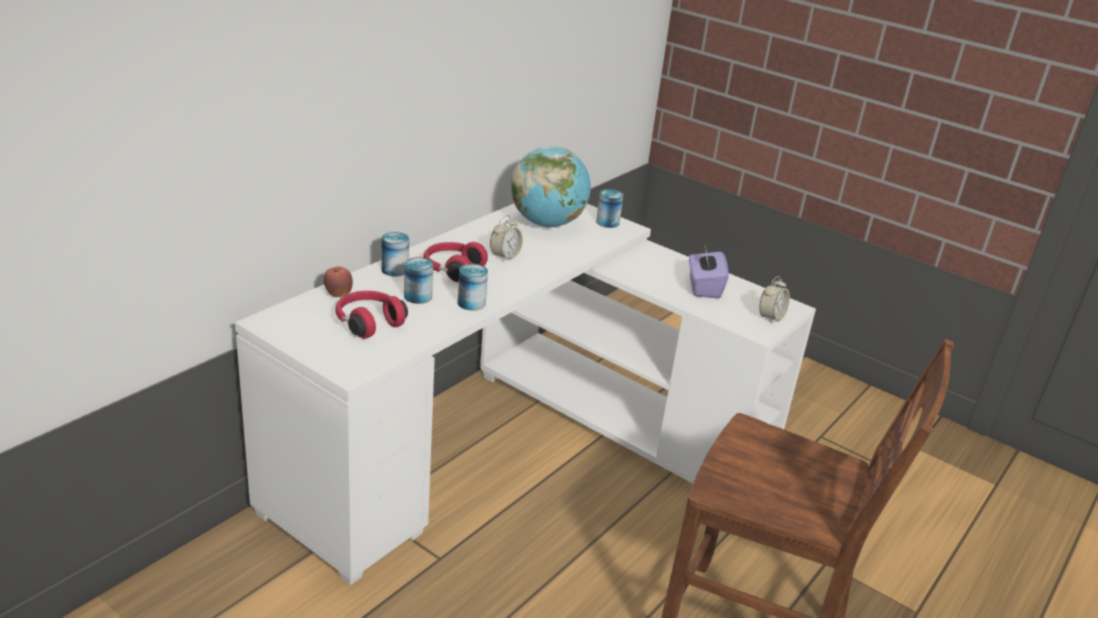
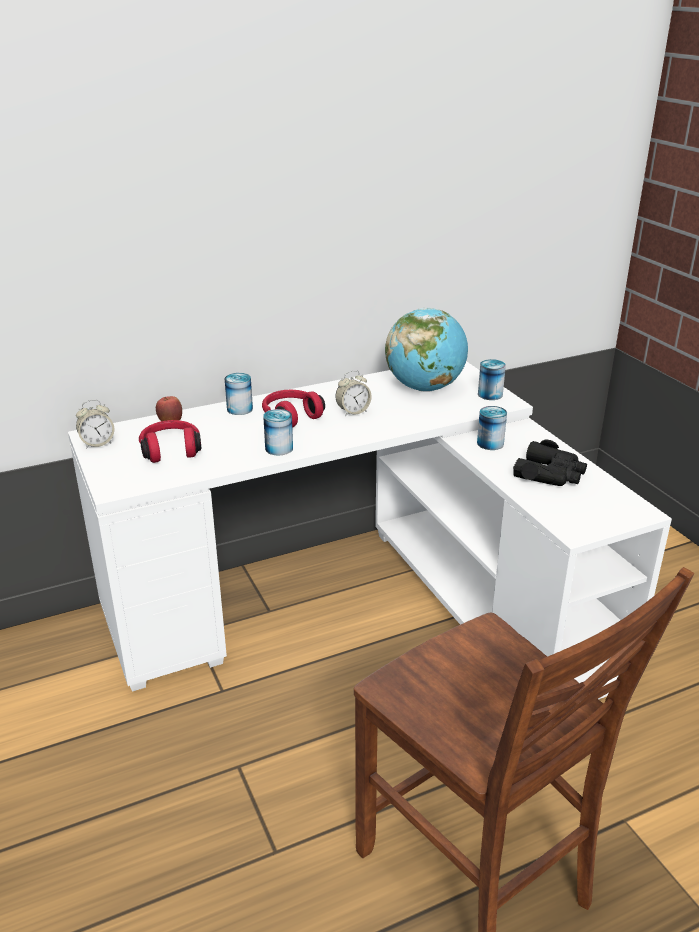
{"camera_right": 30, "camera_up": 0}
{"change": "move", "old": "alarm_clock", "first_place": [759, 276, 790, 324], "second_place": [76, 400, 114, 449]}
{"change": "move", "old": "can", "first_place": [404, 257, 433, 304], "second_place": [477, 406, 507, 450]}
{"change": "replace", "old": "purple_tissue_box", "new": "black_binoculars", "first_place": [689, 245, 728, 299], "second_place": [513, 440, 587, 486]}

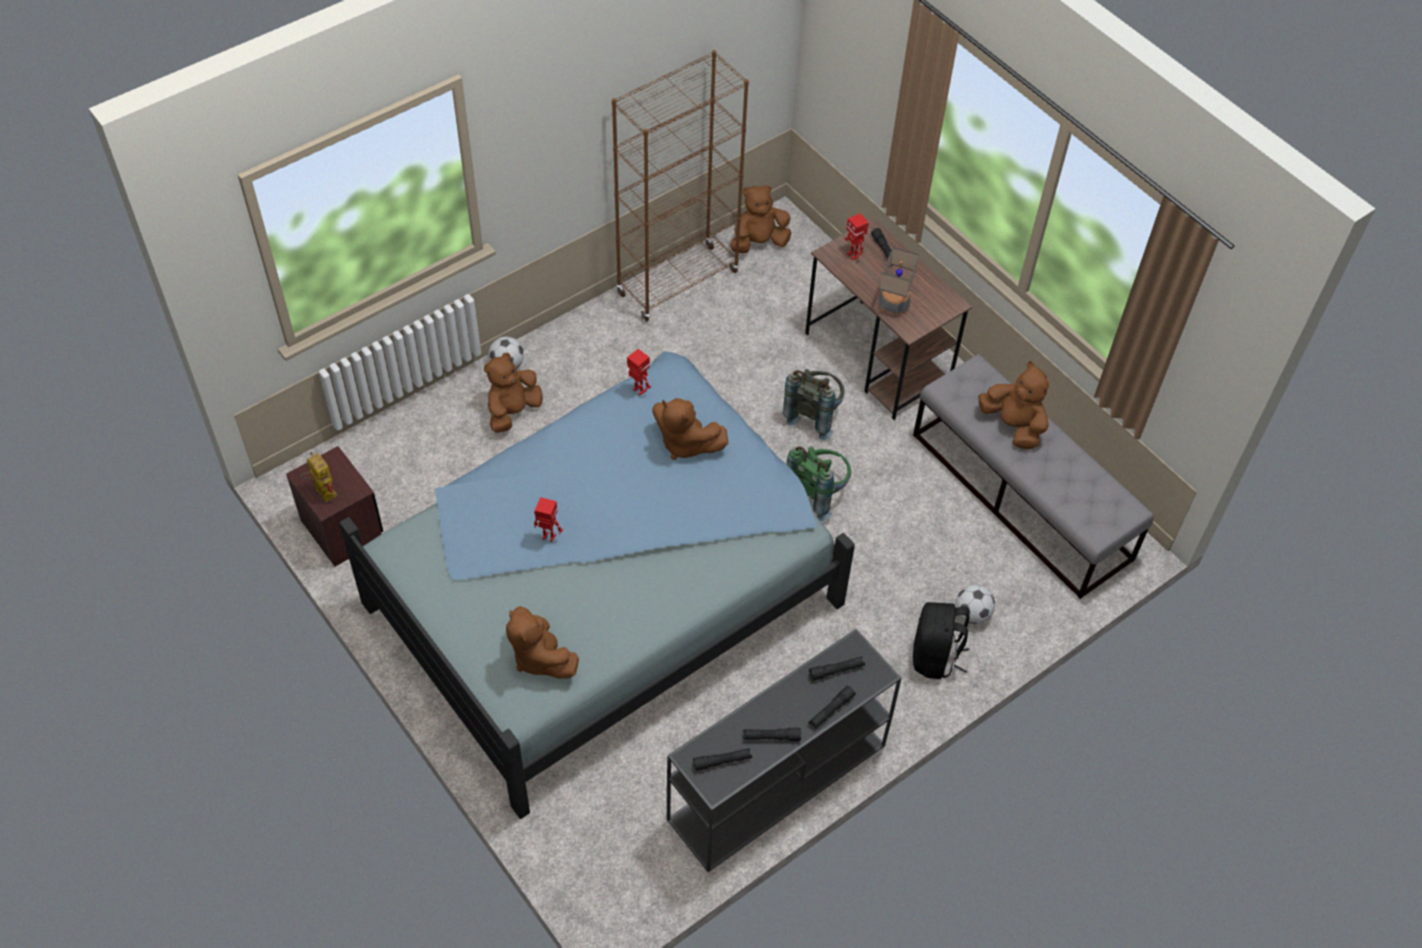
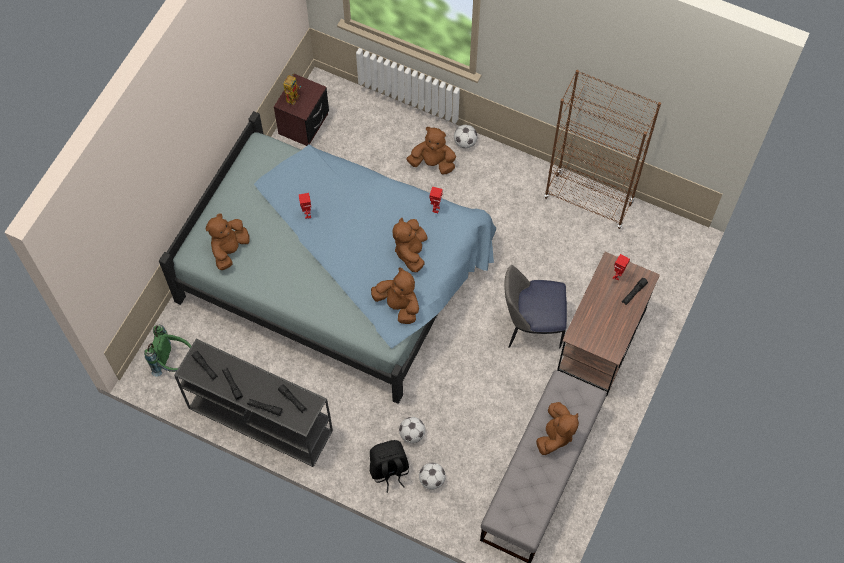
{"camera_right": 65, "camera_up": 10}
{"change": "move", "old": "green_backpack", "first_place": [786, 446, 851, 522], "second_place": [144, 325, 191, 377]}
{"change": "move", "old": "brown_plush_toy", "first_place": [730, 185, 791, 254], "second_place": [371, 267, 419, 324]}
{"change": "insert", "new": "football", "second_place": [399, 417, 425, 443]}
{"change": "replace", "old": "grey_backpack", "new": "chair", "first_place": [783, 369, 845, 440], "second_place": [504, 265, 567, 348]}
{"change": "delete", "old": "table_lamp", "first_place": [878, 247, 919, 315]}

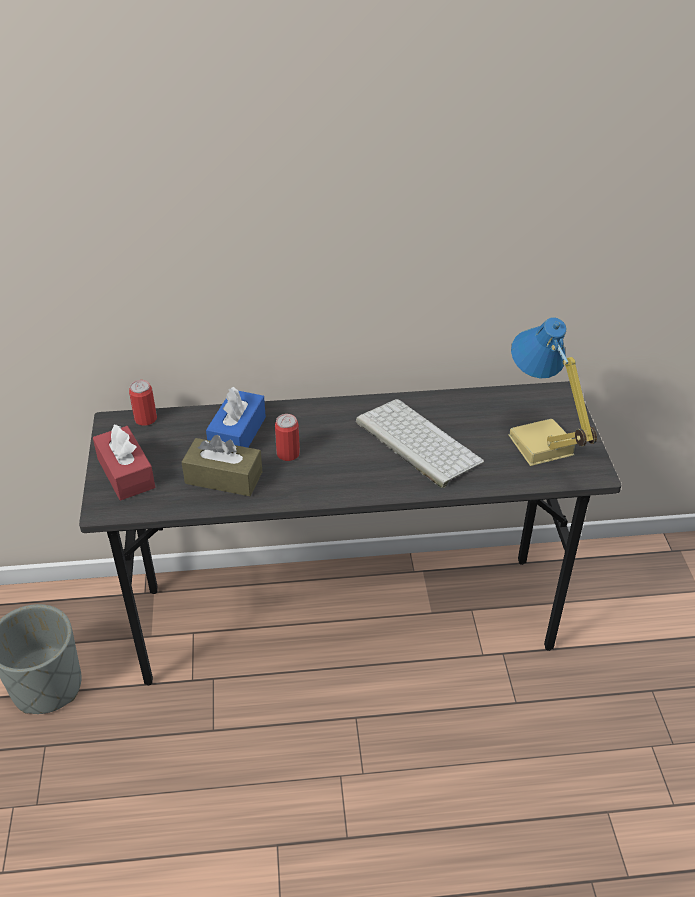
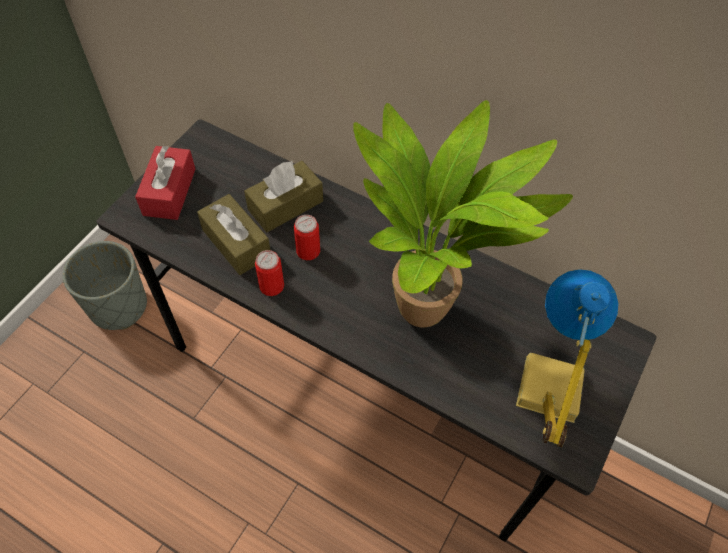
{"camera_right": 35, "camera_up": 15}
{"change": "recolor", "old": "blue_tissue_box", "new": "brown_tissue_box", "first_place": [206, 387, 266, 448], "second_place": [244, 161, 323, 232]}
{"change": "move", "old": "can", "first_place": [129, 380, 157, 426], "second_place": [255, 250, 284, 296]}
{"change": "replace", "old": "keyboard", "new": "potted_plant", "first_place": [356, 399, 484, 488], "second_place": [353, 100, 573, 328]}

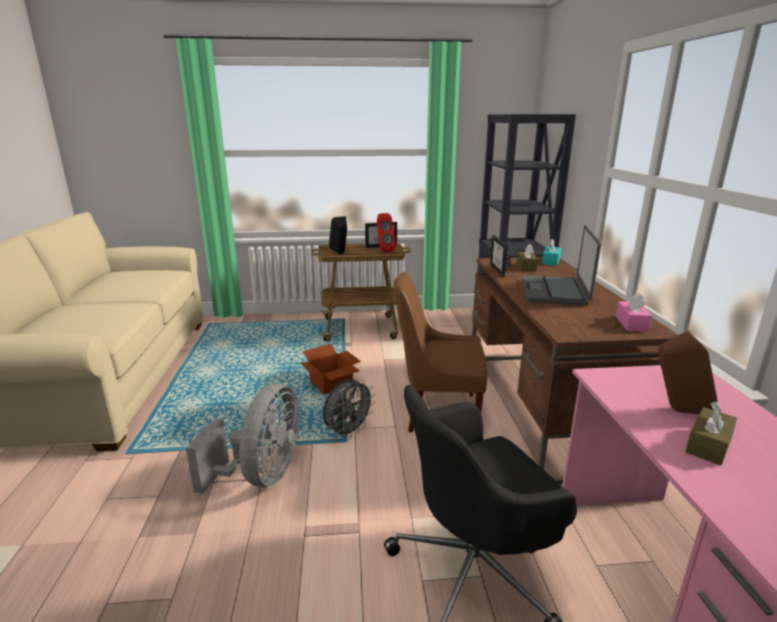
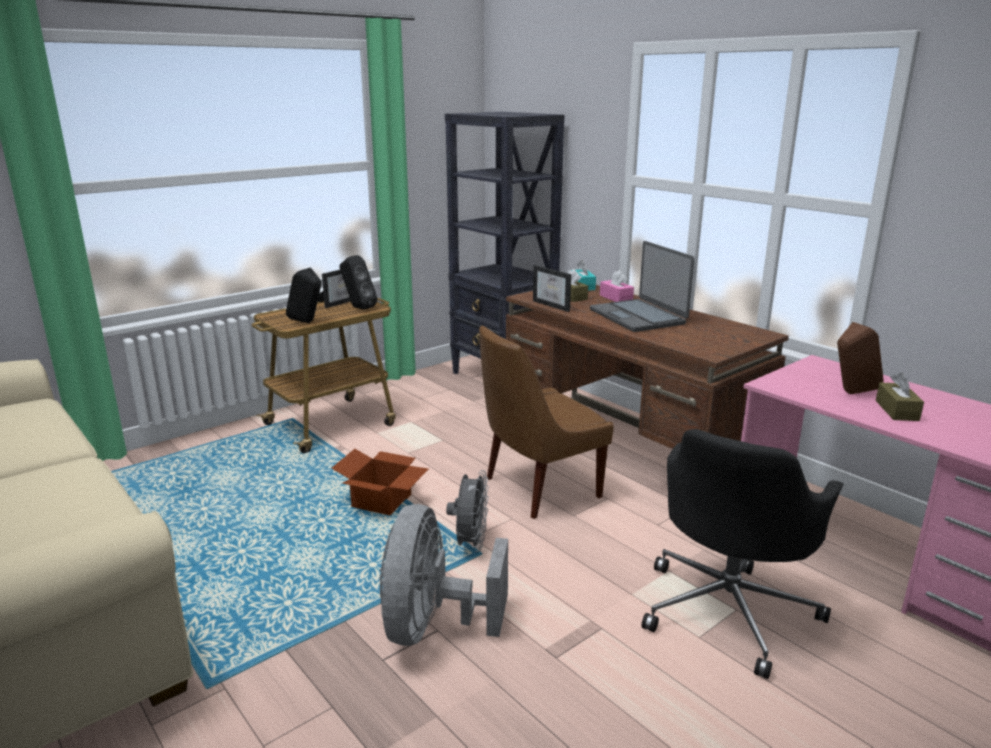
{"camera_right": -35, "camera_up": 0}
{"change": "recolor", "old": "red_speaker", "new": "black_speaker", "first_place": [377, 213, 396, 252], "second_place": [340, 255, 377, 309]}
{"change": "rotate", "old": "grey_fan", "first_place": [186, 384, 299, 494], "second_place": [379, 504, 508, 646], "degrees": -150}
{"change": "move", "old": "pink_tissue_box", "first_place": [616, 293, 652, 332], "second_place": [600, 270, 634, 302]}

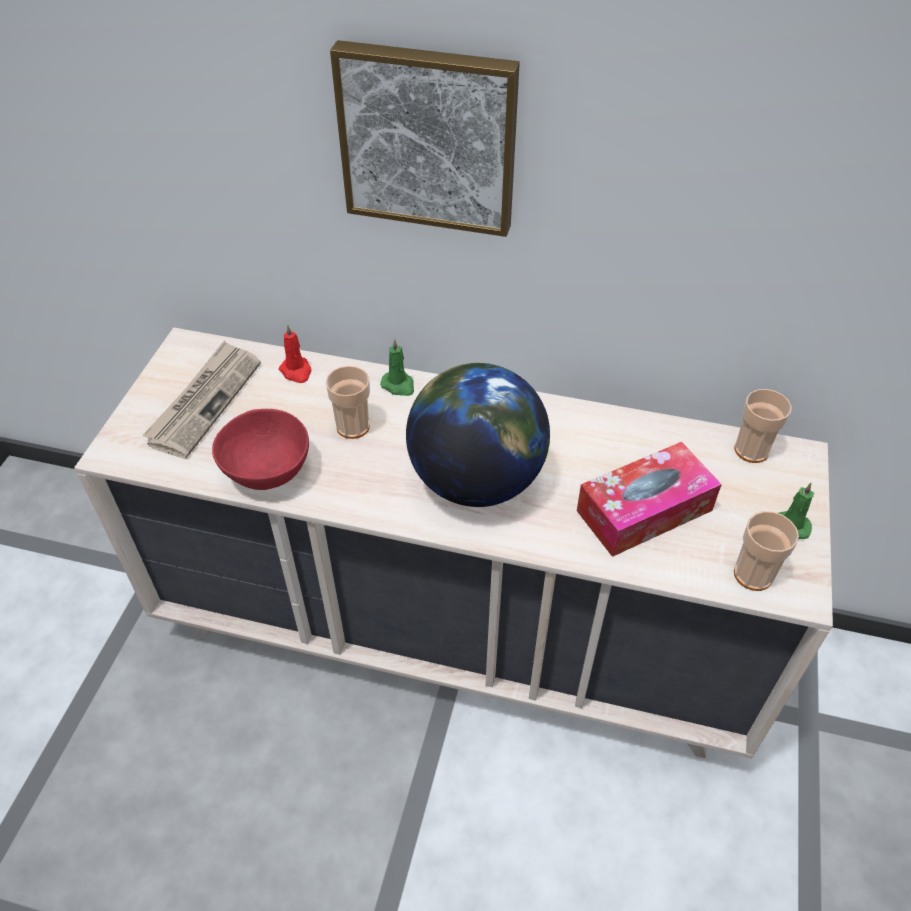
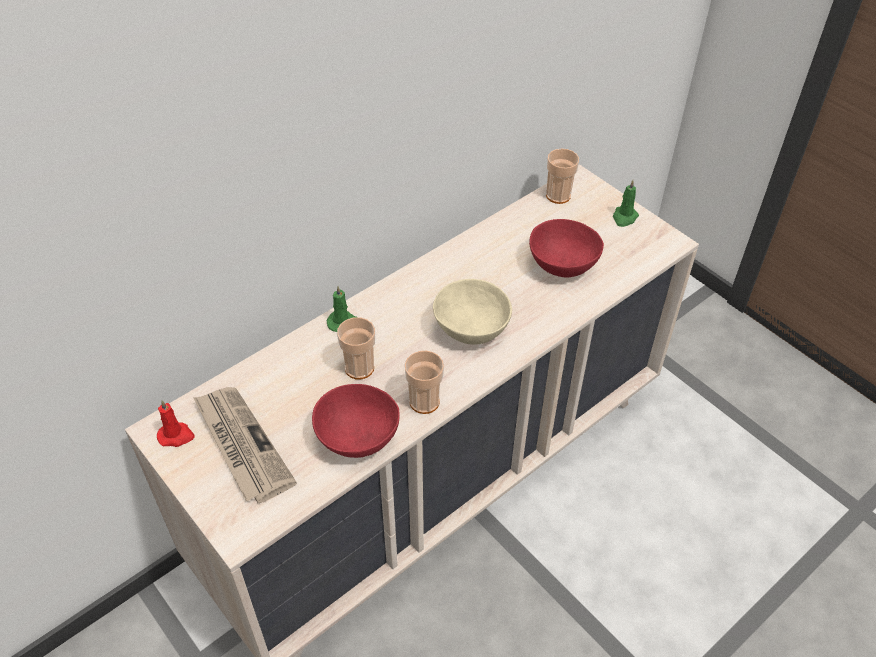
{"camera_right": -55, "camera_up": 0}
{"change": "move", "old": "red_candle", "first_place": [279, 325, 312, 383], "second_place": [157, 400, 195, 447]}
{"change": "move", "old": "cup", "first_place": [734, 511, 799, 591], "second_place": [405, 350, 444, 414]}
{"change": "replace", "old": "globe", "new": "beige_bowl", "first_place": [406, 363, 550, 507], "second_place": [433, 279, 512, 345]}
{"change": "replace", "old": "tissue_box", "new": "red_bowl", "first_place": [577, 442, 722, 557], "second_place": [529, 219, 604, 277]}
{"change": "delete", "old": "picture", "first_place": [330, 40, 520, 237]}

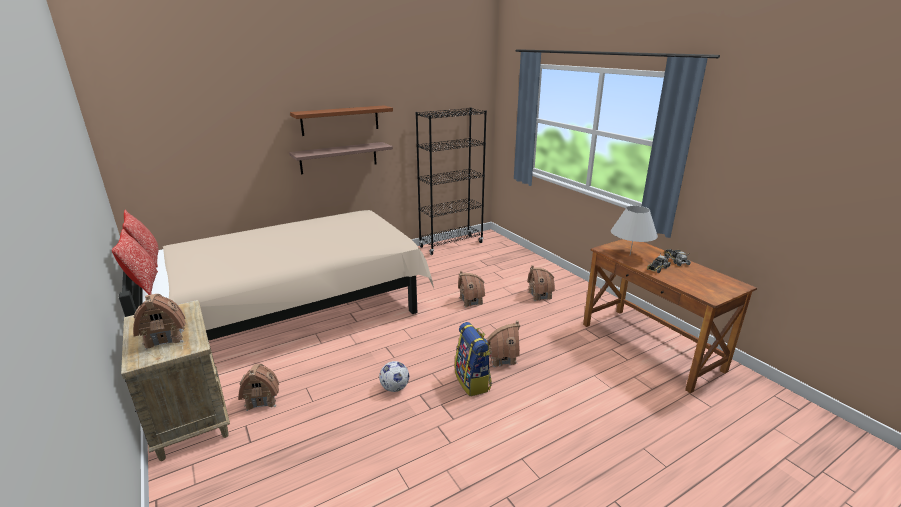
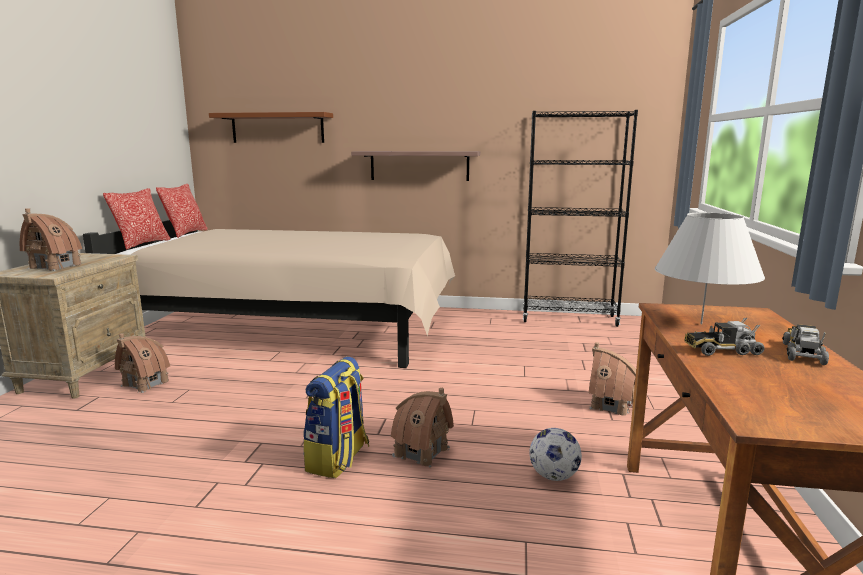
{"camera_right": 40, "camera_up": -10}
{"change": "move", "old": "brown_shelf", "first_place": [290, 105, 393, 136], "second_place": [209, 112, 333, 143]}
{"change": "move", "old": "football", "first_place": [379, 361, 409, 392], "second_place": [529, 428, 582, 481]}
{"change": "delete", "old": "toy_house", "first_place": [458, 271, 485, 308]}

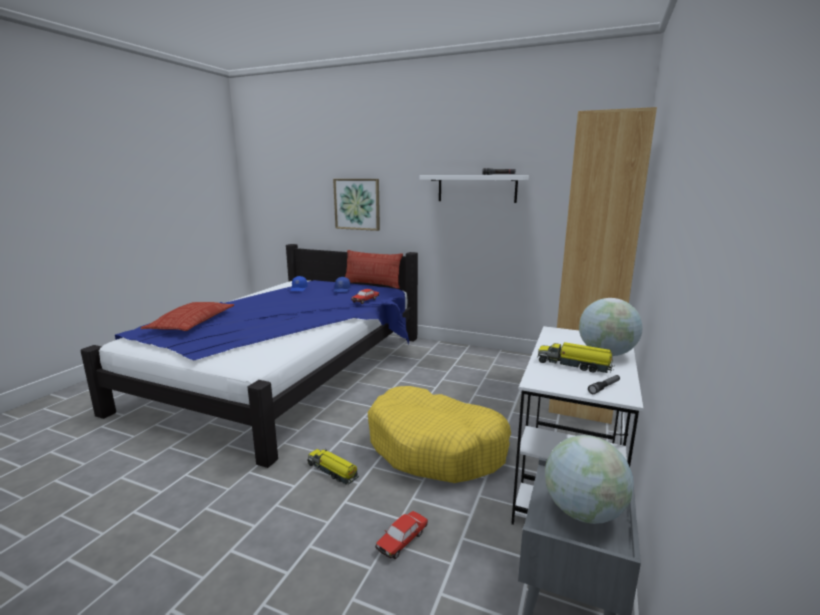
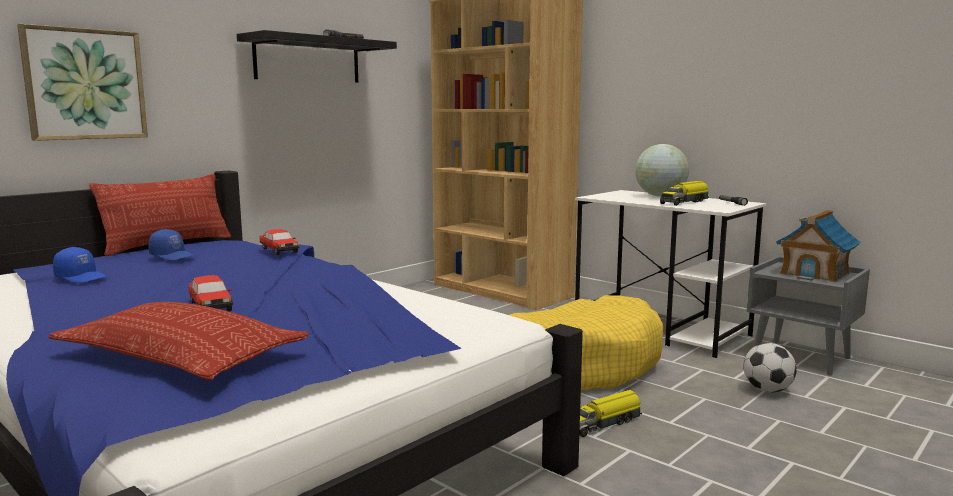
{"camera_right": -70, "camera_up": -5}
{"change": "move", "old": "toy_car", "first_place": [375, 511, 428, 559], "second_place": [188, 275, 233, 312]}
{"change": "recolor", "old": "white_shelf", "new": "black_shelf", "first_place": [419, 175, 529, 203], "second_place": [237, 30, 397, 83]}
{"change": "insert", "new": "football", "second_place": [743, 343, 797, 392]}
{"change": "replace", "old": "globe", "new": "toy_house", "first_place": [545, 435, 634, 524], "second_place": [776, 210, 860, 283]}

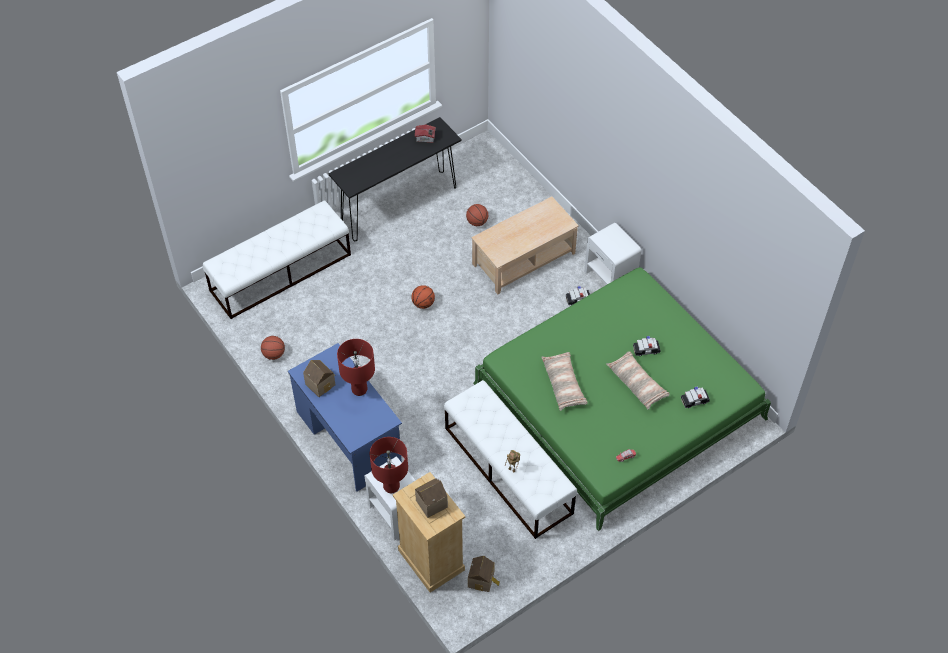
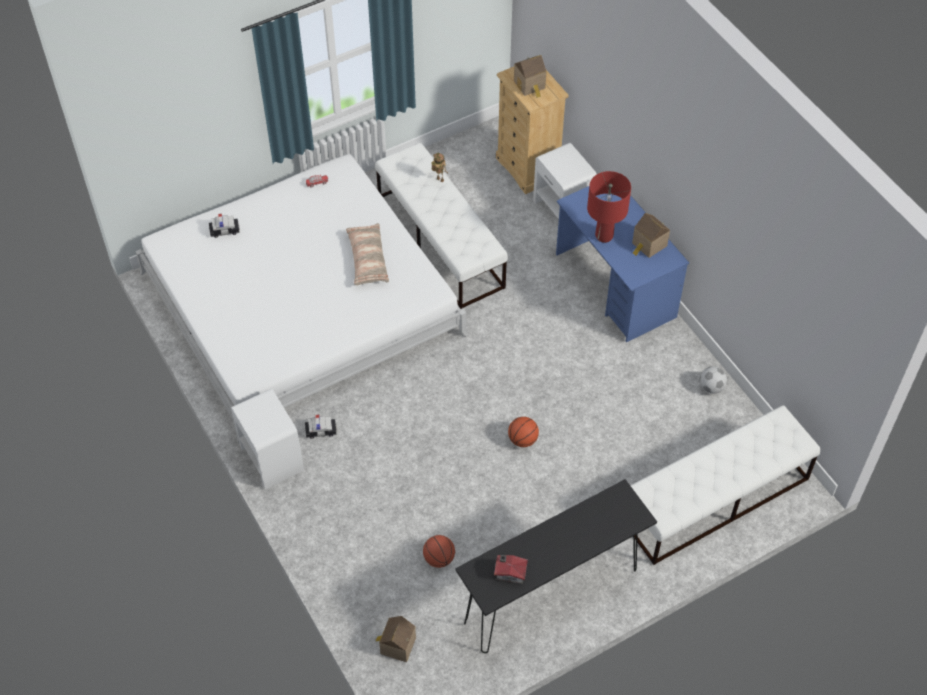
{"camera_right": -175, "camera_up": 0}
{"change": "recolor", "old": "green_bed", "new": "white_bed", "first_place": [473, 267, 771, 531], "second_place": [135, 154, 469, 444]}
{"change": "move", "old": "toy_house", "first_place": [468, 556, 500, 592], "second_place": [376, 616, 416, 662]}
{"change": "replace", "old": "basketball", "new": "football", "first_place": [261, 336, 285, 360], "second_place": [699, 366, 727, 394]}
{"change": "delete", "old": "red_table_lamp", "first_place": [370, 437, 408, 493]}
{"change": "delete", "old": "beige_coffee_table", "first_place": [471, 197, 579, 294]}
{"change": "delete", "old": "pillow", "first_place": [606, 352, 670, 410]}
{"change": "delete", "old": "toy_car", "first_place": [633, 336, 661, 356]}

